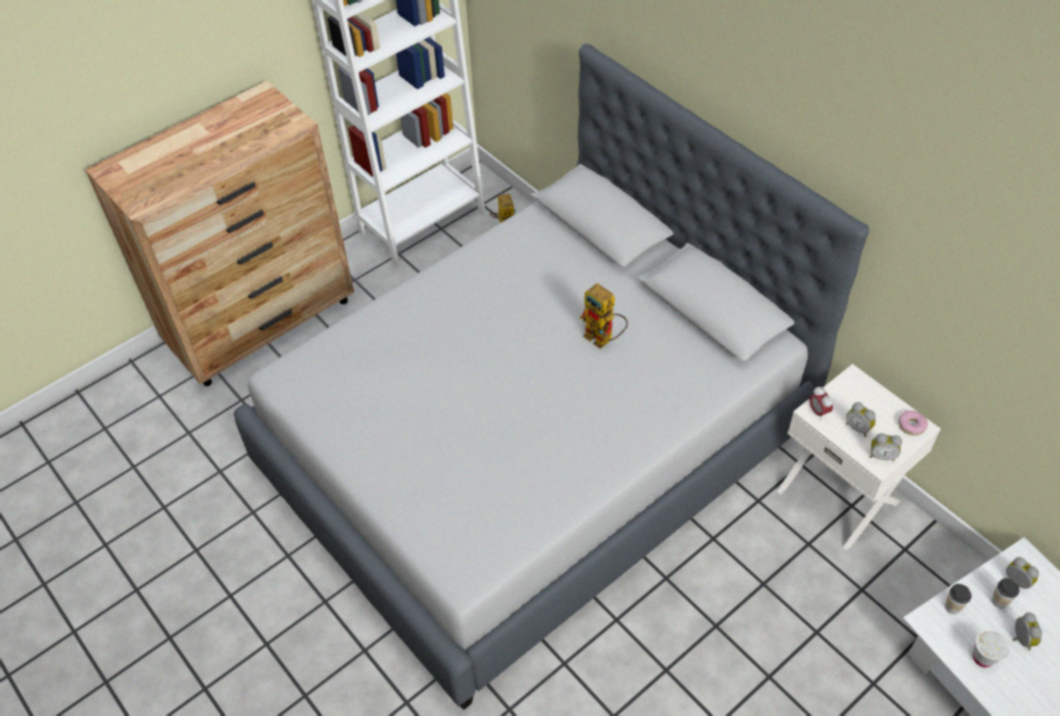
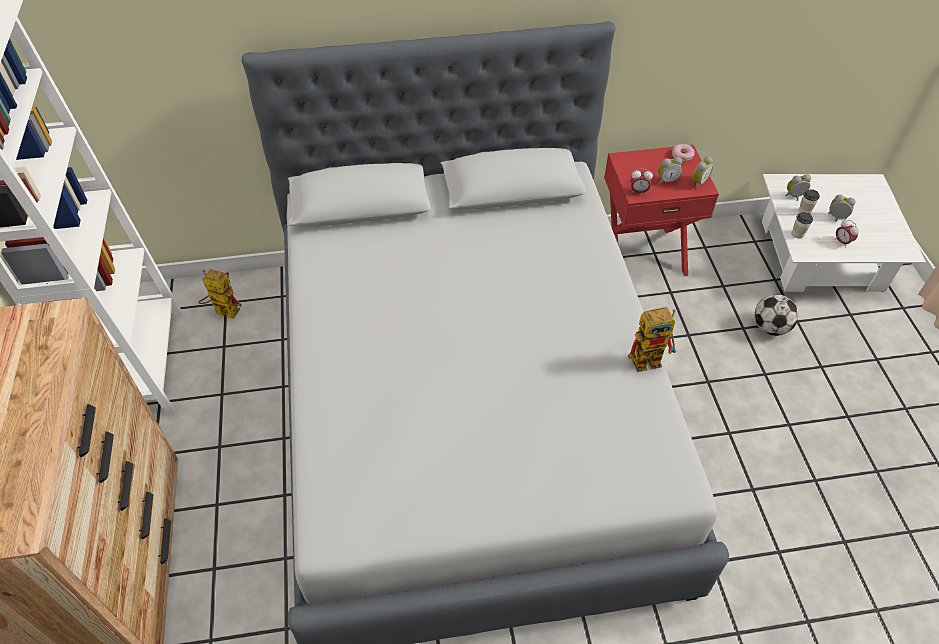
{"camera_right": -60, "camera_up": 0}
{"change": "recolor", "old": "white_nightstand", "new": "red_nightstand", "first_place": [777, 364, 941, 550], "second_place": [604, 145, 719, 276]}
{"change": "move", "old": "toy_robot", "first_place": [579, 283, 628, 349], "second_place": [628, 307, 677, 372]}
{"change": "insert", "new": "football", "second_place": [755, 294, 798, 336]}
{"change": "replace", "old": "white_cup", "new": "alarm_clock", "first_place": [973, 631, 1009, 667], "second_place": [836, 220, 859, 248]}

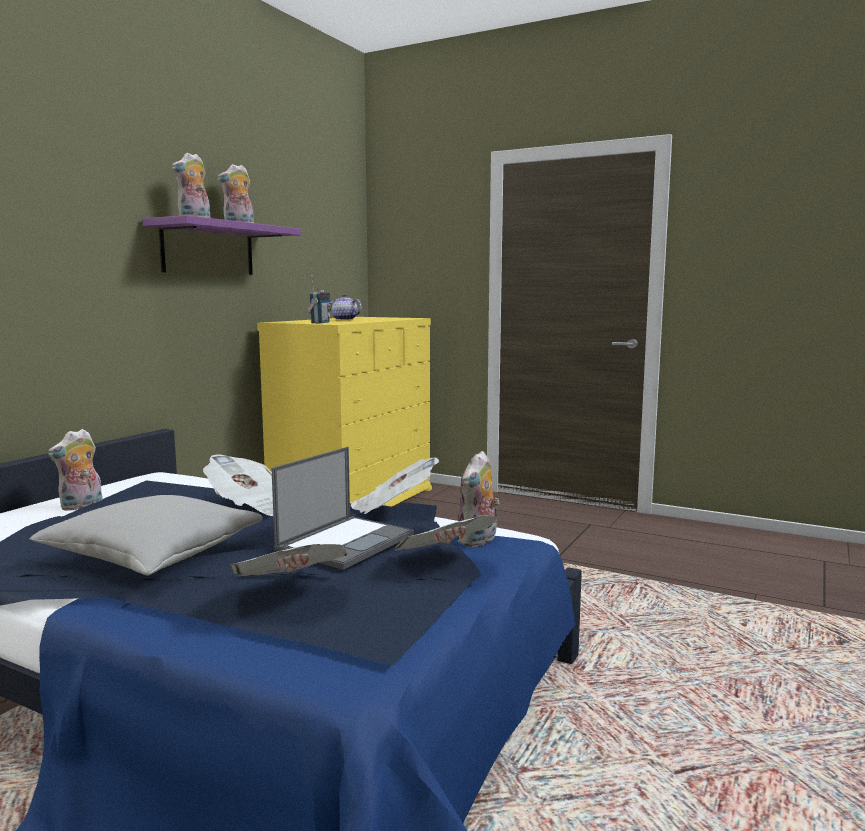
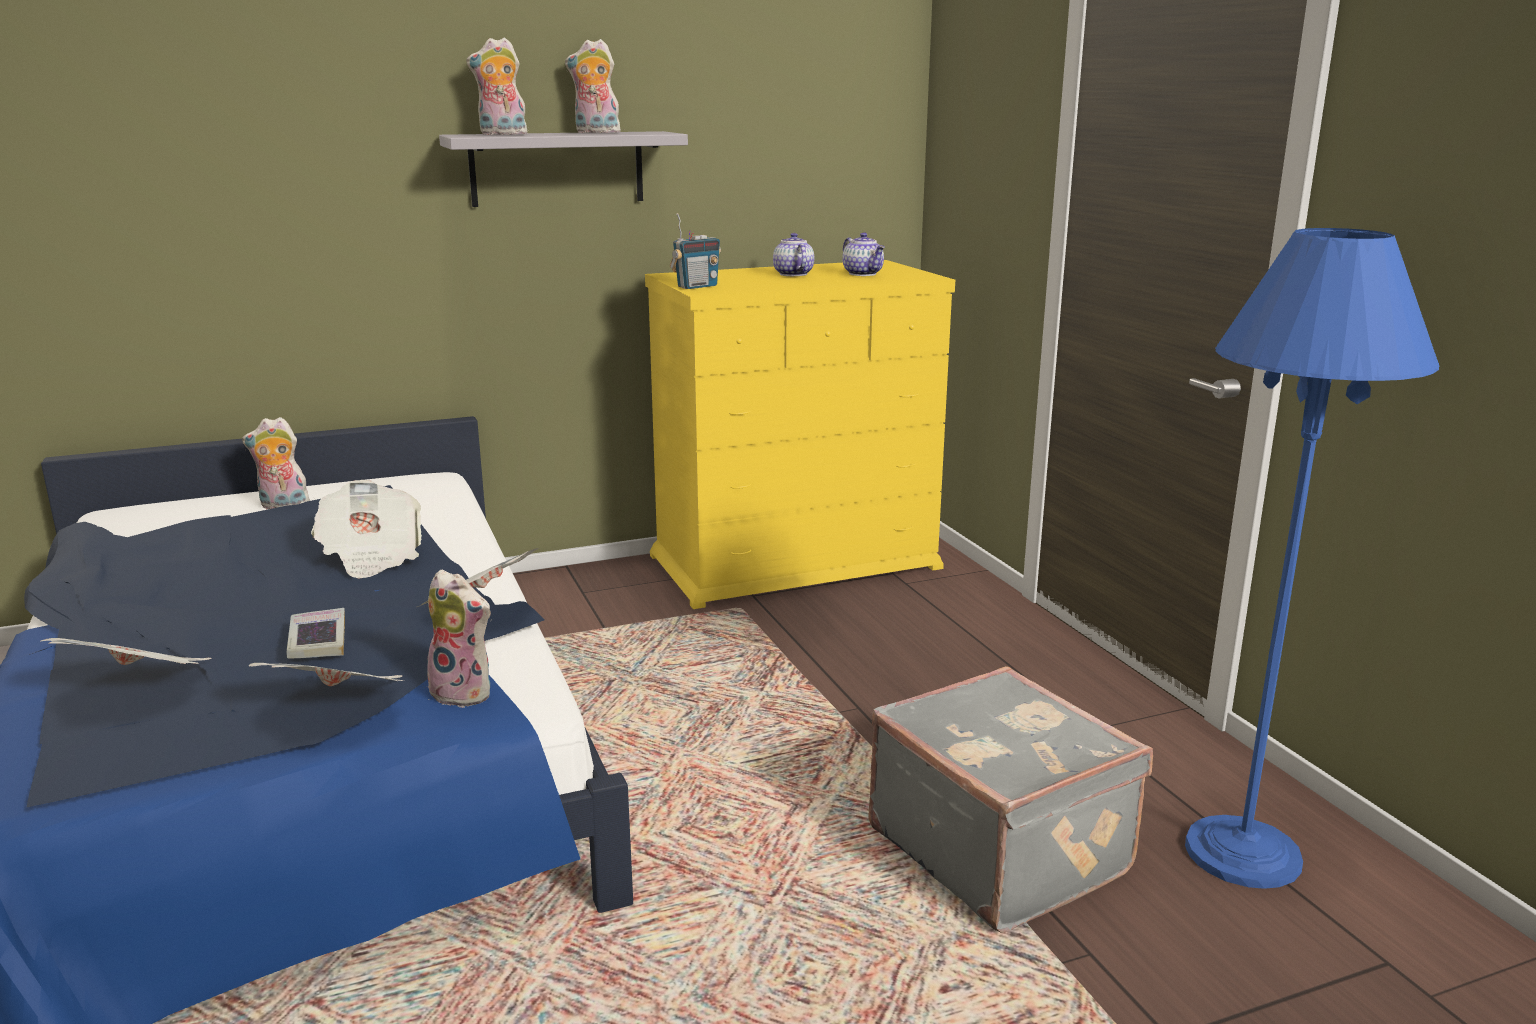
{"camera_right": 40, "camera_up": 10}
{"change": "replace", "old": "laptop", "new": "book", "first_place": [271, 447, 414, 570], "second_place": [287, 608, 345, 658]}
{"change": "rotate", "old": "plush_toy", "first_place": [458, 451, 499, 547], "second_place": [427, 570, 492, 708], "degrees": -135}
{"change": "recolor", "old": "purple_shelf", "new": "grey_shelf", "first_place": [143, 215, 301, 275], "second_place": [439, 131, 688, 207]}
{"change": "insert", "new": "teapot", "second_place": [842, 232, 885, 276]}
{"change": "insert", "new": "grey_suitcase", "second_place": [868, 666, 1153, 933]}
{"change": "insert", "new": "blue_floor_lamp", "second_place": [1185, 228, 1440, 889]}
{"change": "delete", "old": "grey_pillow", "first_place": [29, 495, 263, 576]}

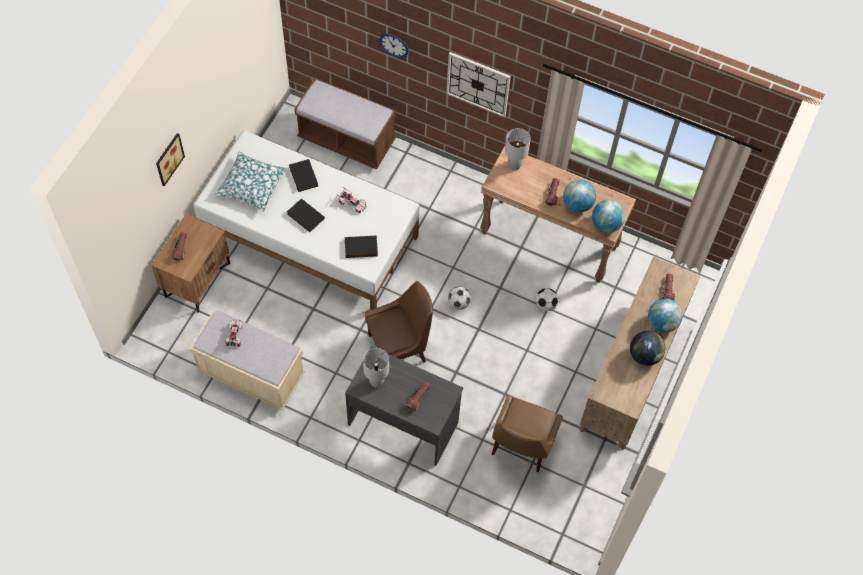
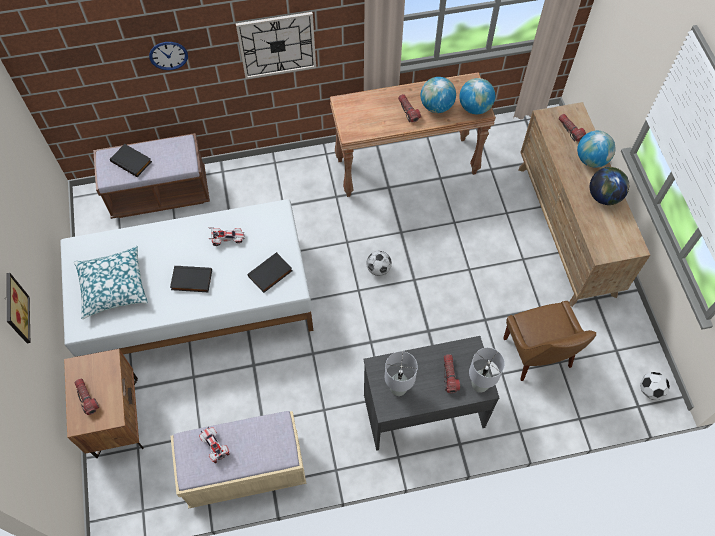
{"camera_right": -35, "camera_up": 0}
{"change": "move", "old": "black_book", "first_place": [289, 159, 318, 192], "second_place": [110, 144, 152, 177]}
{"change": "move", "old": "grey_table_lamp", "first_place": [505, 128, 531, 170], "second_place": [469, 348, 505, 393]}
{"change": "move", "old": "football", "first_place": [536, 288, 559, 311], "second_place": [640, 372, 670, 400]}
{"change": "delete", "old": "brown_chair", "first_place": [365, 281, 433, 363]}

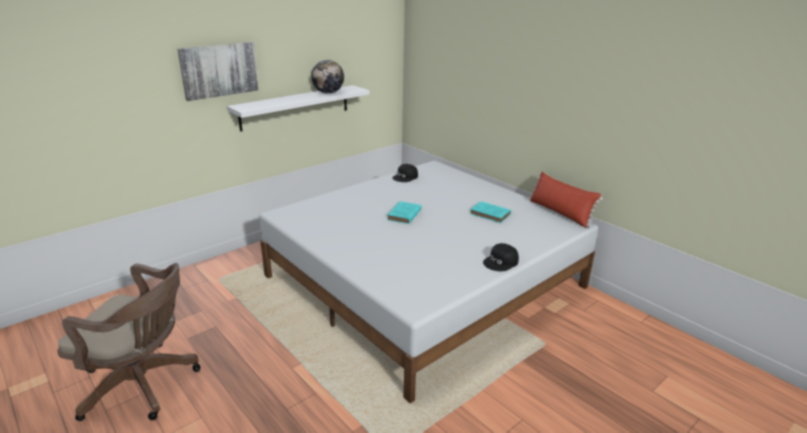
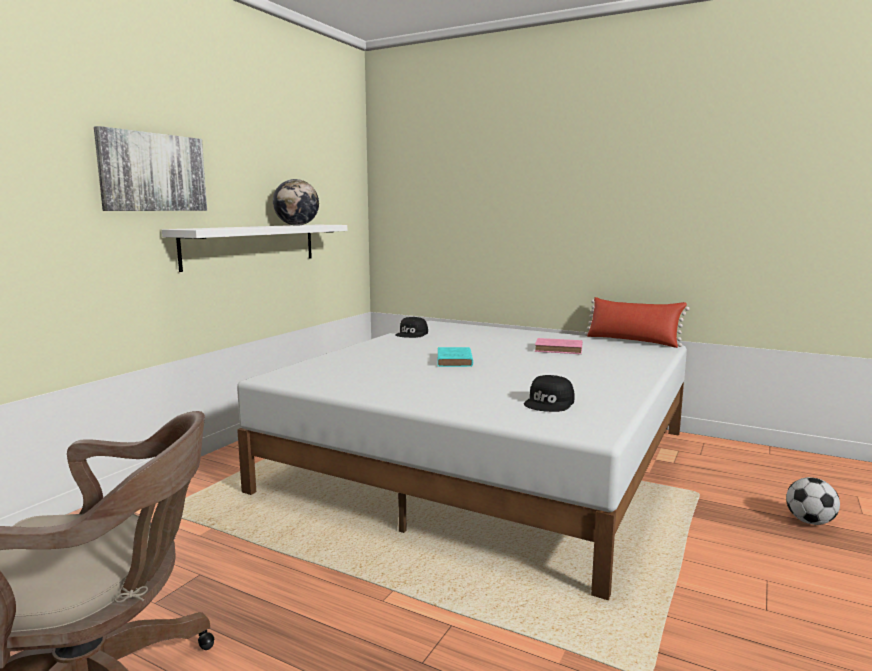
{"camera_right": -20, "camera_up": -15}
{"change": "move", "old": "black_cap", "first_place": [483, 243, 519, 271], "second_place": [524, 375, 575, 412]}
{"change": "recolor", "old": "turquoise_book", "new": "pink_book", "first_place": [470, 201, 511, 223], "second_place": [535, 338, 583, 354]}
{"change": "insert", "new": "football", "second_place": [786, 477, 840, 525]}

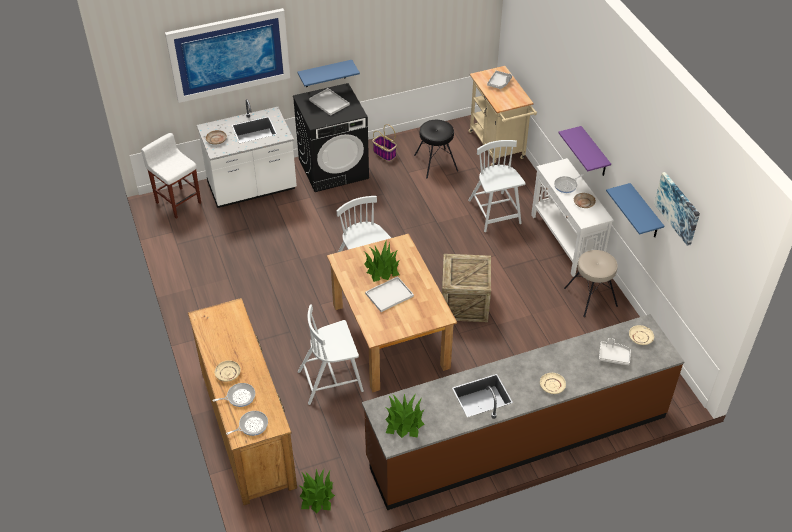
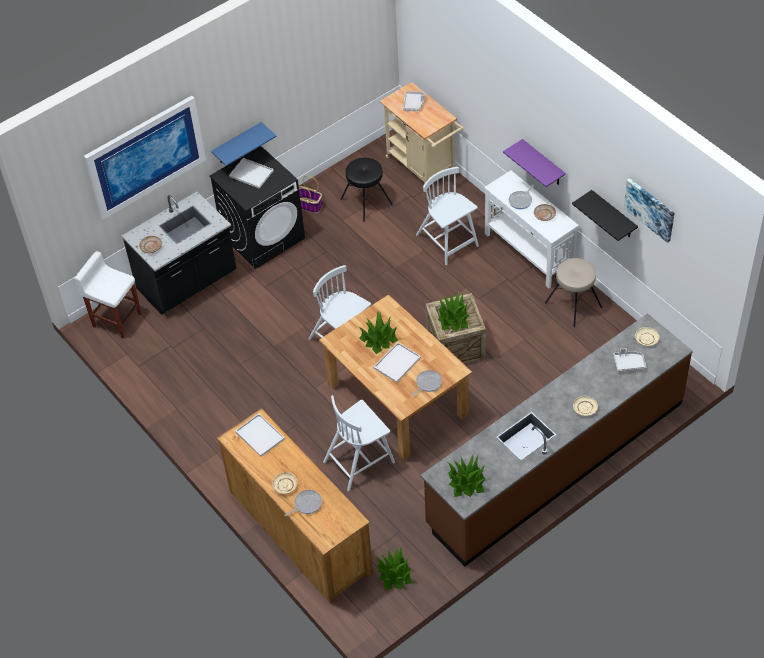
{"camera_right": -15, "camera_up": 5}
{"change": "recolor", "old": "white_counter", "new": "black_counter", "first_place": [197, 99, 297, 208], "second_place": [122, 192, 236, 315]}
{"change": "insert", "new": "white_tray", "second_place": [235, 414, 285, 457]}
{"change": "move", "old": "frying_pan", "first_place": [226, 411, 268, 436], "second_place": [411, 370, 442, 396]}
{"change": "insert", "new": "potted_plant", "second_place": [438, 292, 469, 332]}
{"change": "recolor", "old": "blue_shelf", "new": "black_shelf", "first_place": [606, 183, 664, 237], "second_place": [572, 190, 638, 241]}

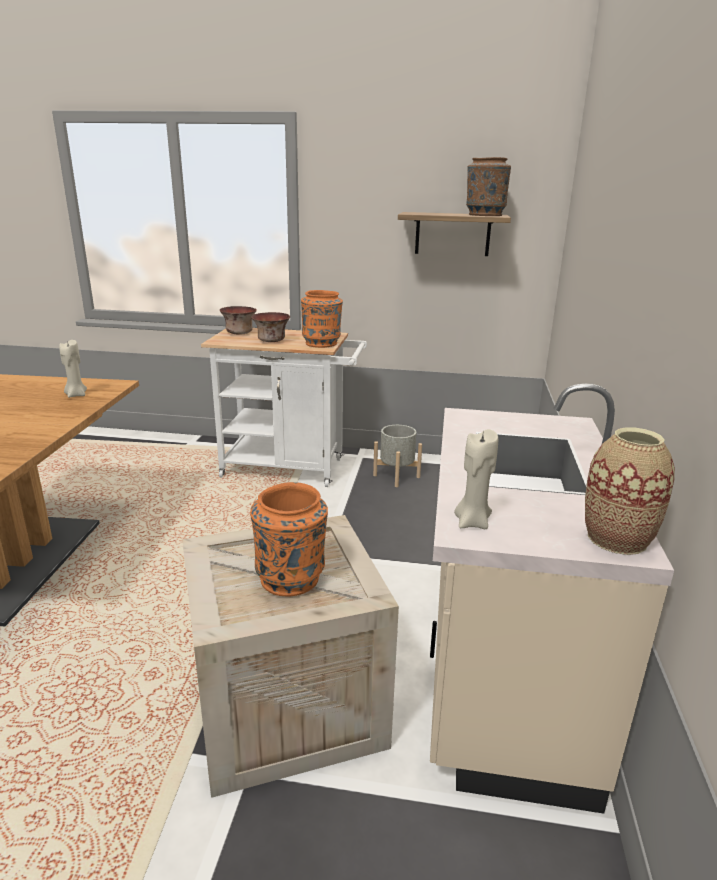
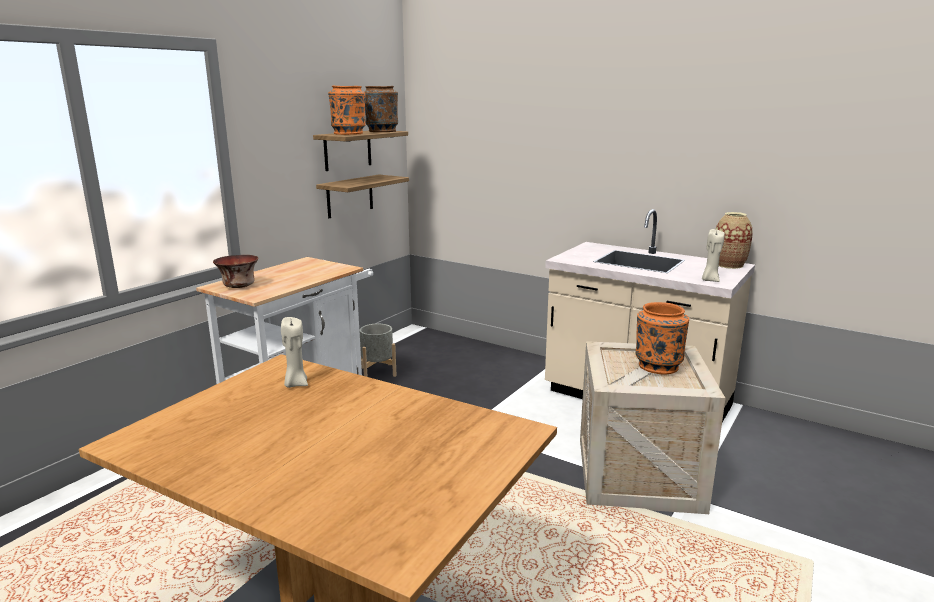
{"camera_right": -65, "camera_up": -5}
{"change": "insert", "new": "shelf", "second_place": [316, 175, 409, 218]}
{"change": "move", "old": "orange_vase", "first_place": [301, 290, 343, 348], "second_place": [328, 86, 366, 135]}
{"change": "delete", "old": "bowl", "first_place": [251, 312, 290, 342]}

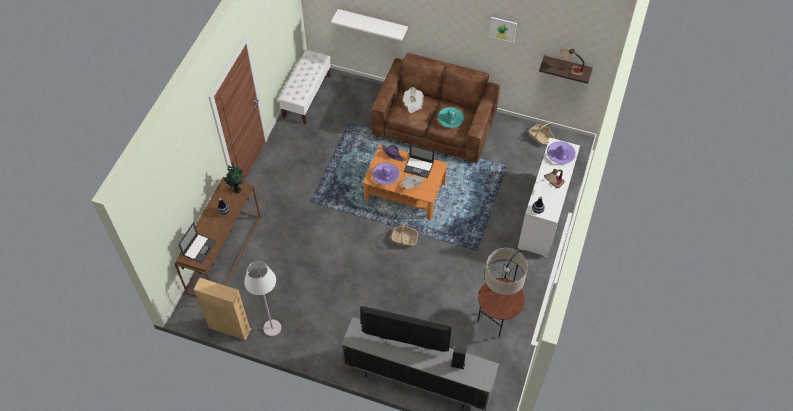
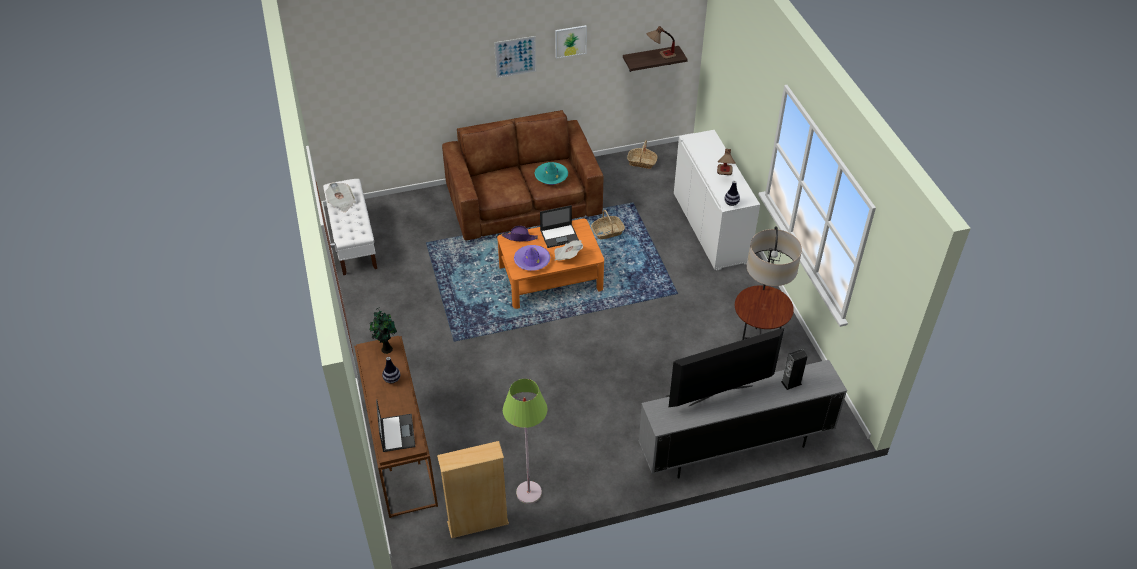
{"camera_right": -35, "camera_up": -10}
{"change": "move", "old": "newspaper", "first_place": [403, 87, 424, 113], "second_place": [325, 182, 356, 212]}
{"change": "insert", "new": "picture", "second_place": [494, 36, 537, 78]}
{"change": "recolor", "old": "white_floor_lamp", "new": "green_floor_lamp", "first_place": [244, 261, 281, 337], "second_place": [503, 379, 547, 504]}
{"change": "move", "old": "basket", "first_place": [391, 223, 418, 247], "second_place": [591, 210, 625, 240]}
{"change": "delete", "old": "white_shelf", "first_place": [331, 9, 408, 41]}
{"change": "delete", "old": "purple_hat", "first_place": [547, 141, 576, 164]}

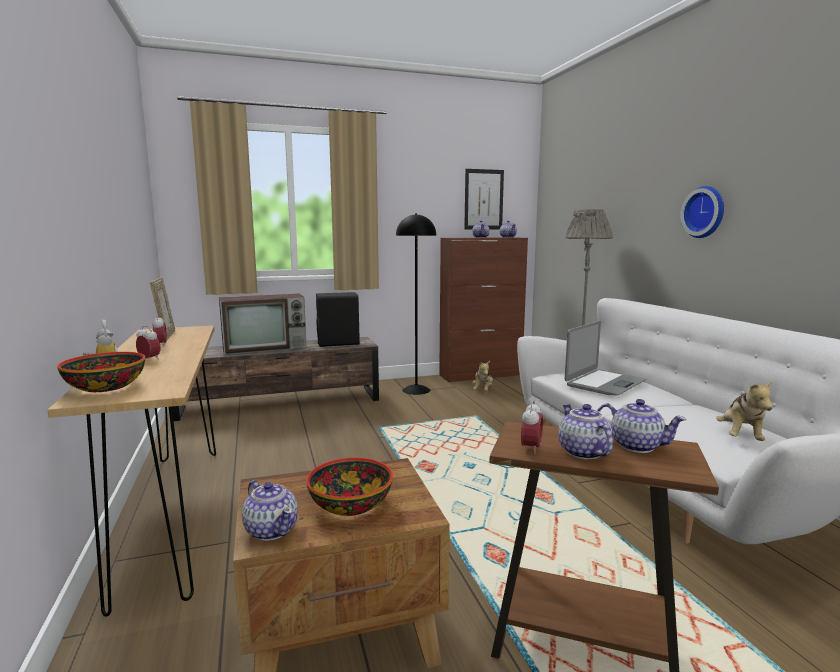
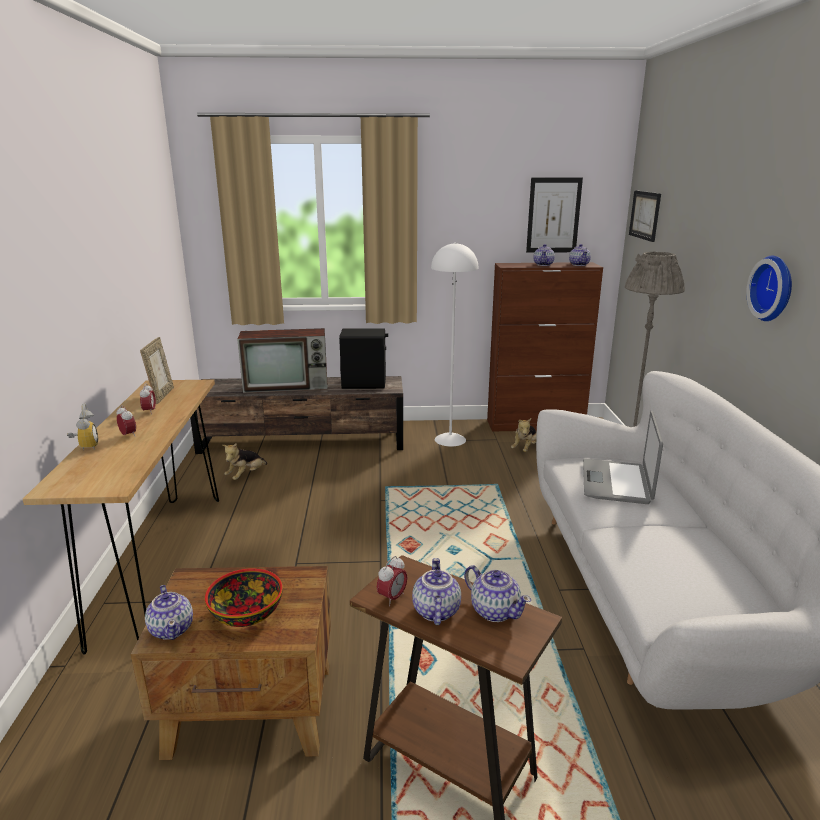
{"camera_right": 15, "camera_up": 10}
{"change": "move", "old": "plush_toy", "first_place": [716, 380, 773, 441], "second_place": [222, 443, 267, 480]}
{"change": "recolor", "old": "black_floor_lamp", "new": "white_floor_lamp", "first_place": [396, 213, 436, 395], "second_place": [431, 242, 478, 446]}
{"change": "rotate", "old": "laptop", "first_place": [565, 321, 646, 395], "second_place": [583, 411, 663, 504], "degrees": 135}
{"change": "insert", "new": "picture", "second_place": [629, 190, 661, 242]}
{"change": "delete", "old": "bowl", "first_place": [57, 352, 145, 392]}

